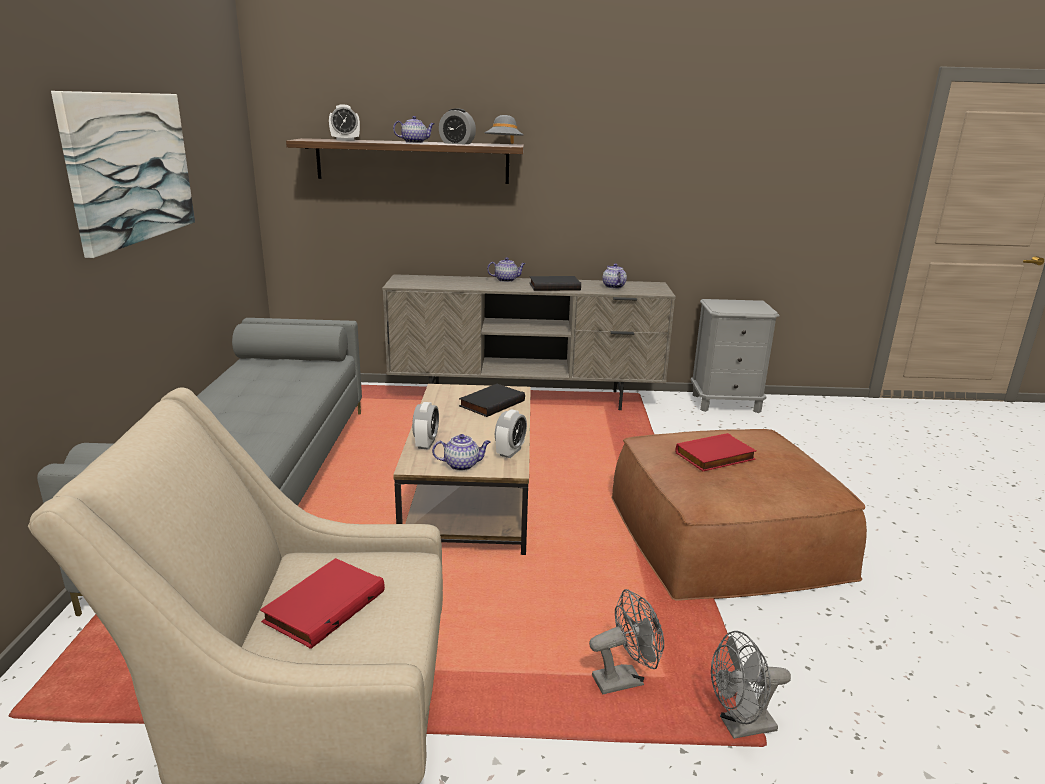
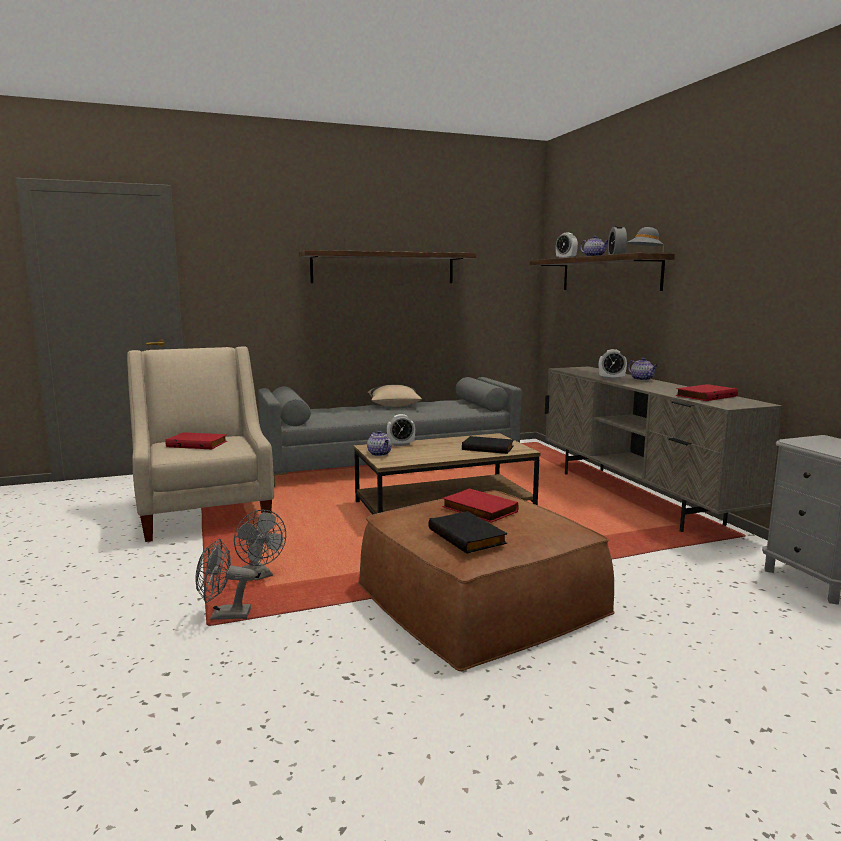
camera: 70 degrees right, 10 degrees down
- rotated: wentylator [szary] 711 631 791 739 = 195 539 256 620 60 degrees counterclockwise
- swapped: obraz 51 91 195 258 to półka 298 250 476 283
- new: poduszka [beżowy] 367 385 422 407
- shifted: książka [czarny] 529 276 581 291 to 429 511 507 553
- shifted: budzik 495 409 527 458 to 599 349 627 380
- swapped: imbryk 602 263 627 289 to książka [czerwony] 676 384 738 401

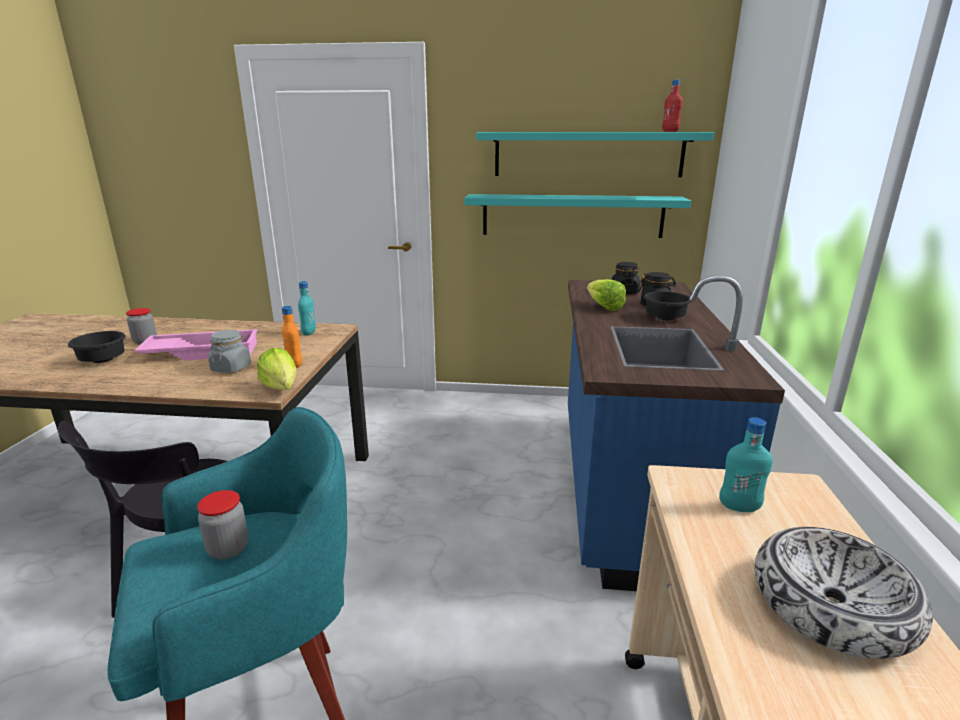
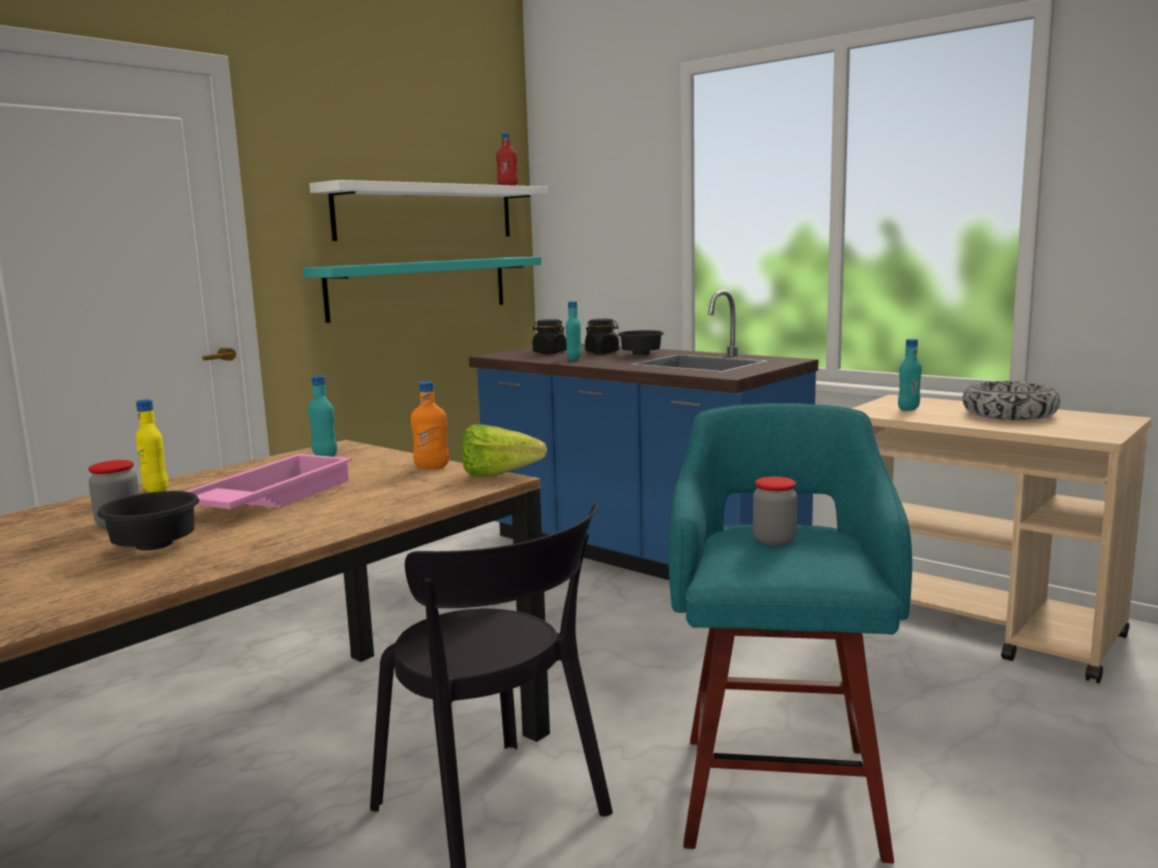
camera: 55 degrees left, 10 degrees down
- new: butelka [żółty] 136 399 168 493
- repainted: półka [turkusowy] 476 132 714 177 to półka [biały] 309 180 548 241
- swapped: sałata 587 279 626 311 to butelka [turkusowy] 566 301 582 361
- gone: słoik [szary] 208 330 251 373

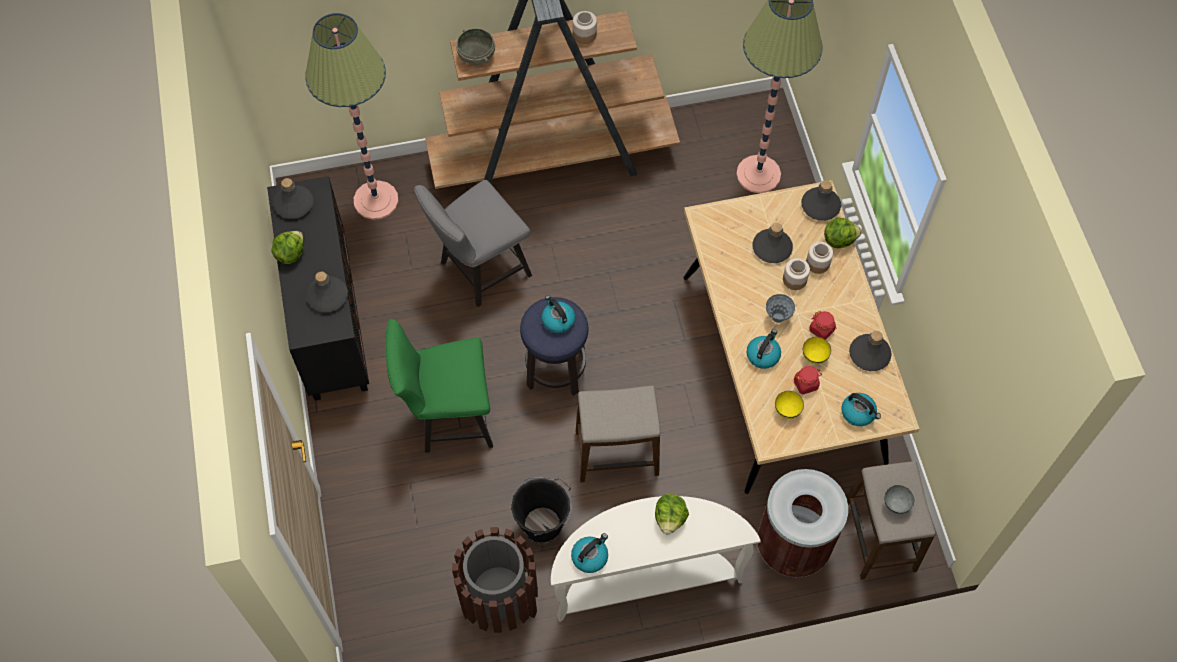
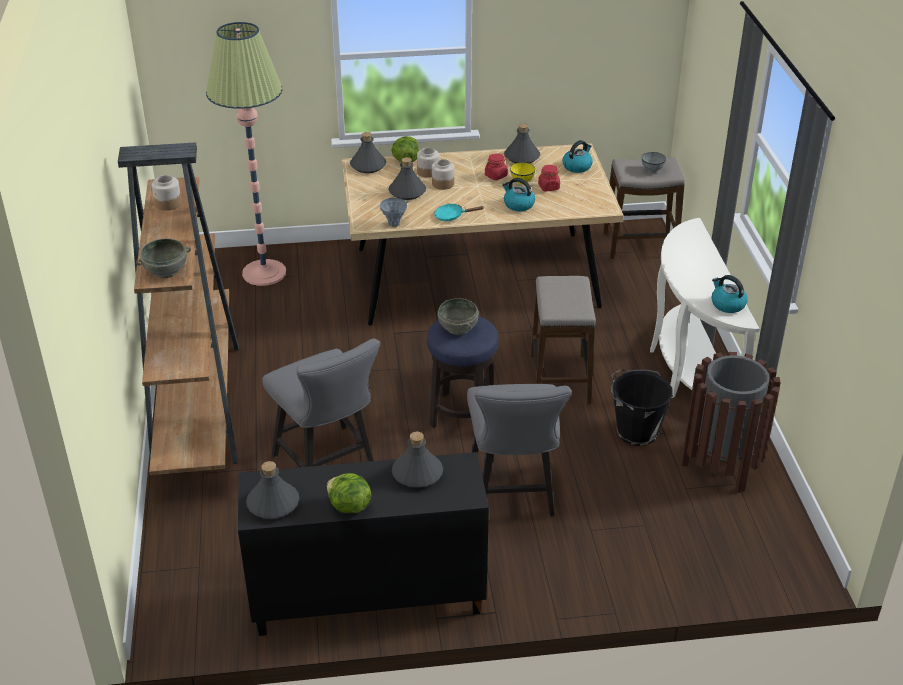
camera: 85 degrees left, 25 degrees down
- shifted: wazon [szary] 766 294 795 323 to 380 198 407 227
- new: patelnia [turkusowy] 434 204 484 221
- swapped: czajnik 542 295 575 333 to miska [szary] 438 298 479 335
- repainted: krzesło [zielony] 385 319 493 453 to krzesło [szary] 467 384 572 517
- gone: lampa stojąca 305 13 398 220
- gone: sałata 655 494 689 534
- gone: kosz na śmieci [brązowy] 757 469 848 578
- gone: miska [żółty] 775 391 804 419

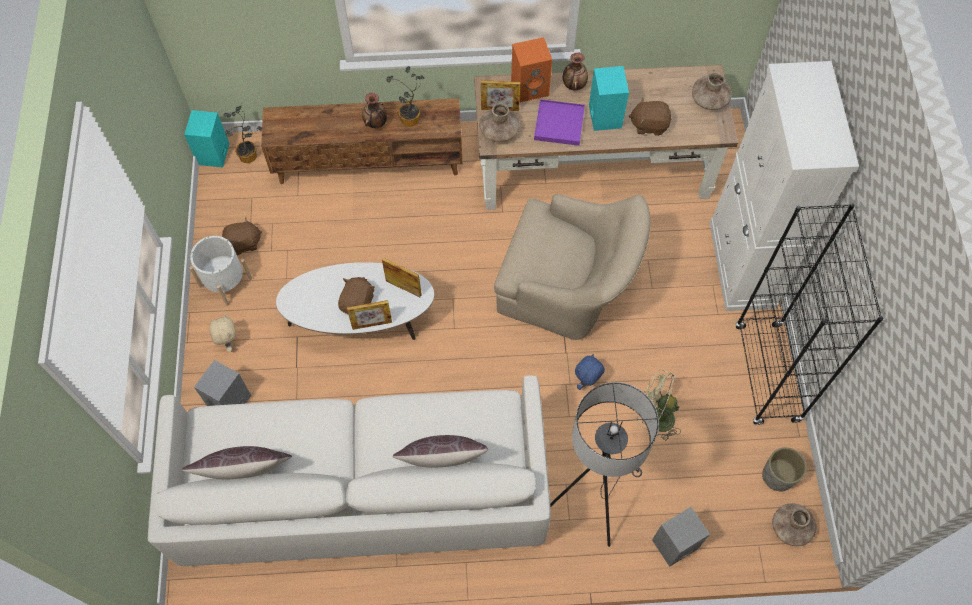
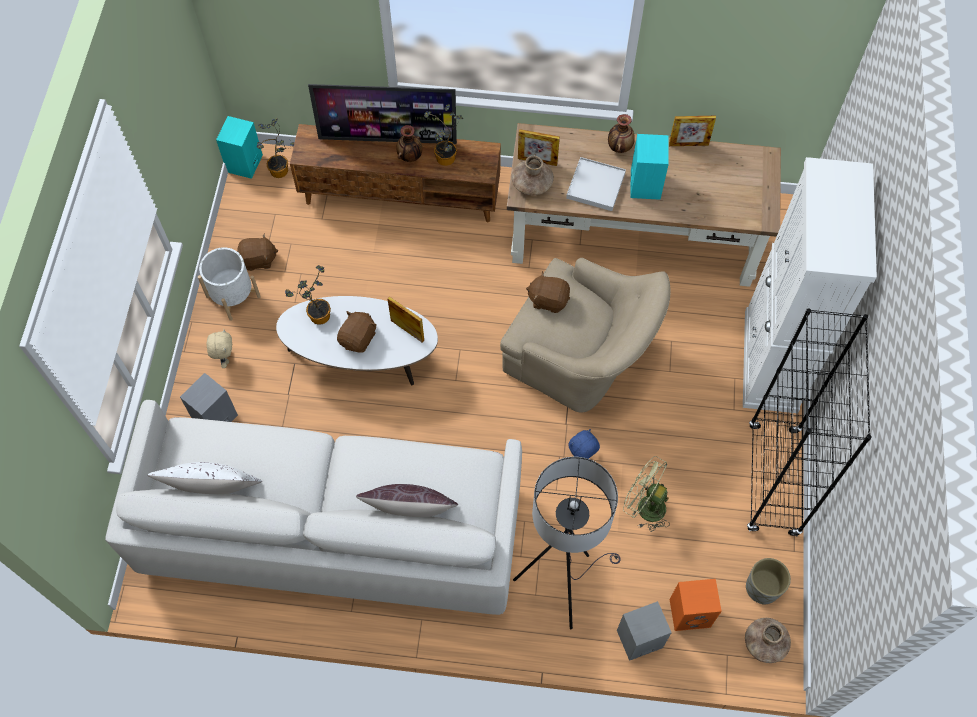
camera: 10 degrees right, 0 degrees up
- repainted: poduszka [brązowy] 182 446 292 480 to poduszka [biały] 148 462 262 494
- new: roślina doniczkowa 285 265 331 325
- new: telewizor 308 84 457 144
- shifted: pluszak [brązowy] 629 97 672 136 to 526 271 570 313
- repainted: taca [fioletowy] 534 99 585 146 to taca [biały] 566 157 626 211
- shifted: ramka na zdjęcie 347 300 392 330 to 669 116 716 146
- shifted: głośnik [pomarańczowy] 511 37 552 103 to 670 579 722 631
- gone: wazon [brązowy] 692 71 732 110

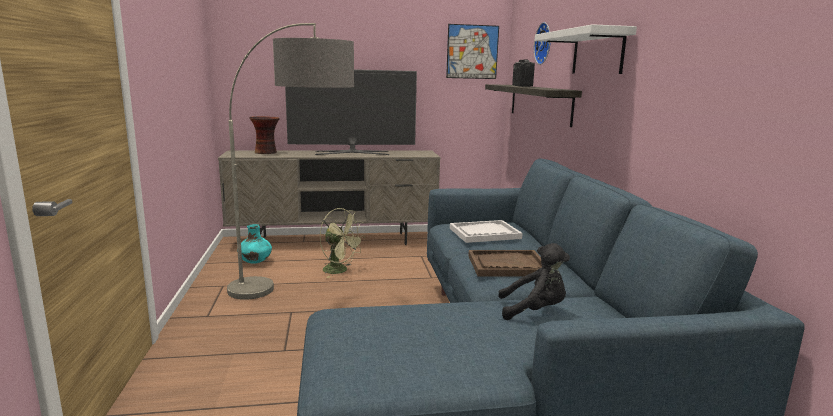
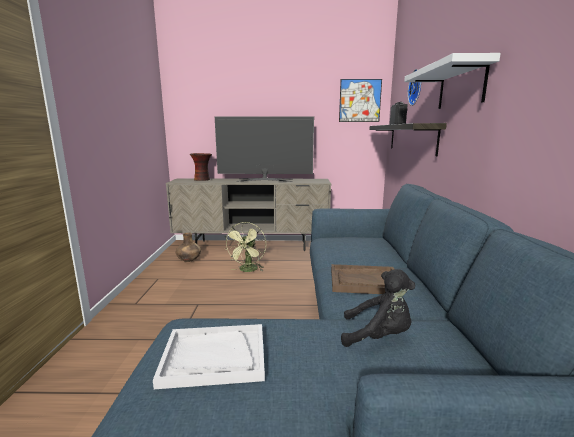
camera: 10 degrees right, 0 degrees up
- shifted: taca [biały] 450 220 523 243 to 153 324 265 389
- repainted: wazon [turkusowy] 237 224 272 264 to wazon [brązowy] 175 233 201 262
- rotated: wentylator [zielony] 320 208 365 278 = 225 222 266 272 60 degrees clockwise
- gone: lampa stojąca 227 23 354 300

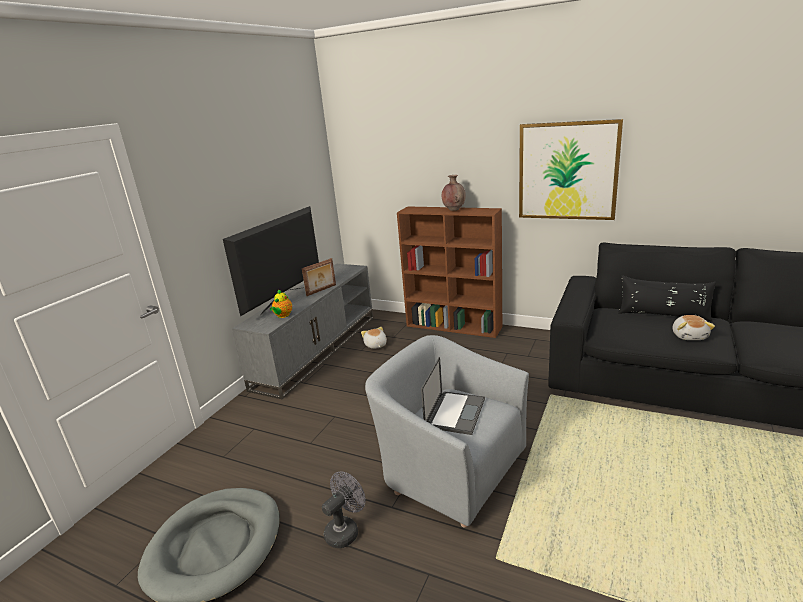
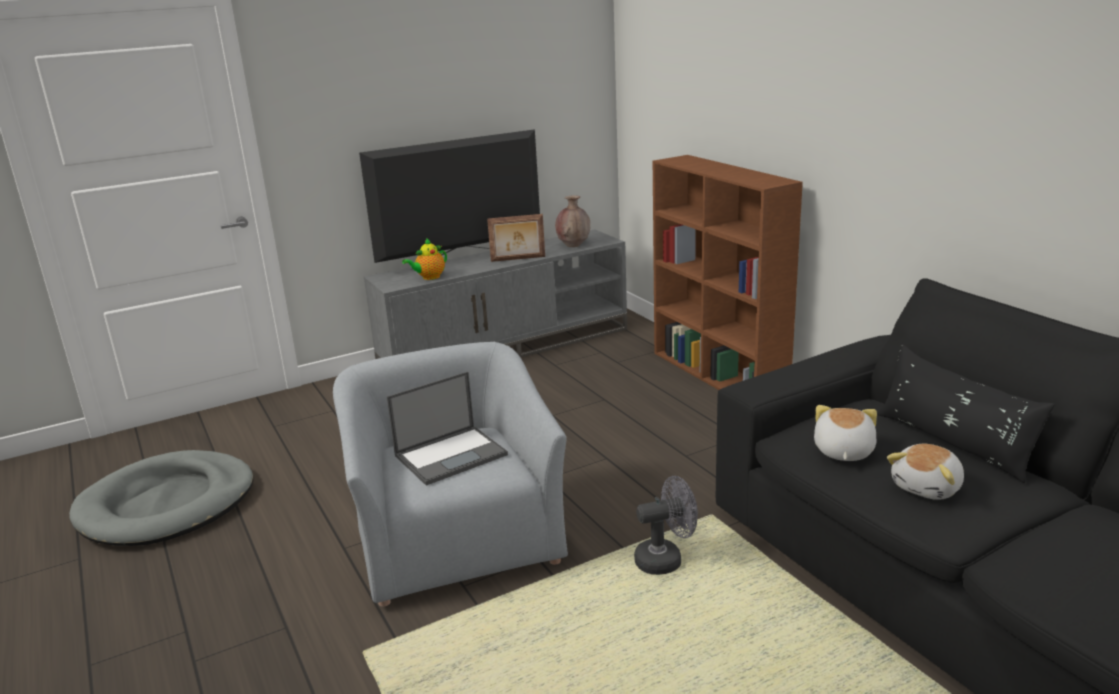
camera: 35 degrees right, 0 degrees up
- shifted: wazon [brązowy] 442 175 466 211 to 555 195 591 247
- shifted: wentylator [szary] 322 472 366 548 to 634 476 698 575
- shifted: pluszak 361 327 387 349 to 814 405 877 461
- gone: obraz 519 119 623 220

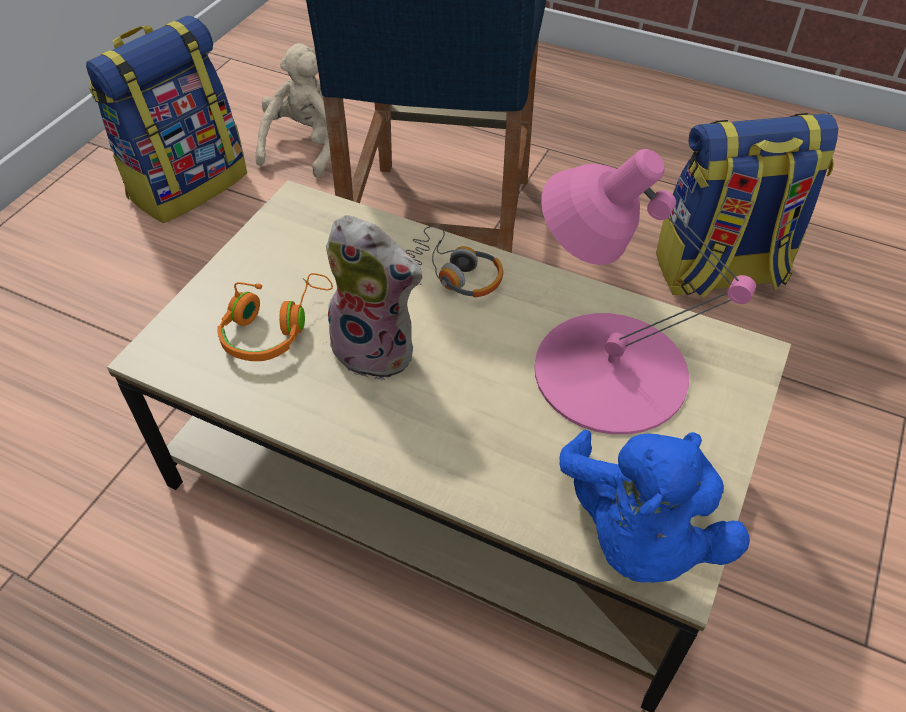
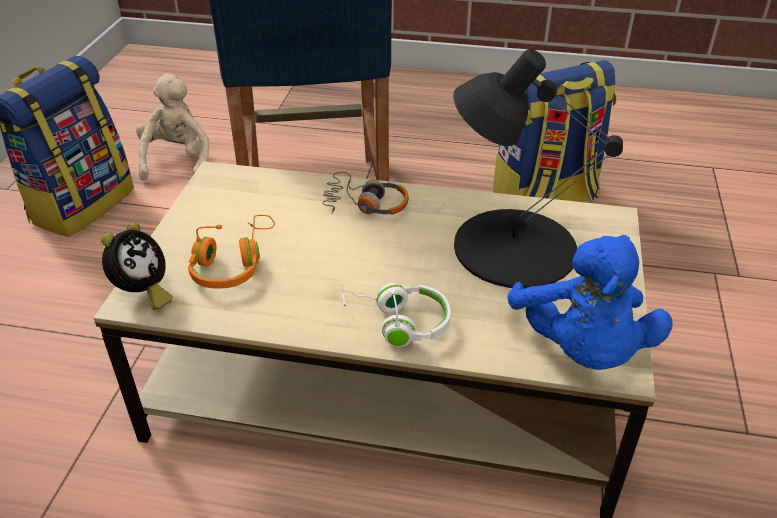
camera: 15 degrees left, 10 degrees down
- new: budzik 101 222 173 310
- new: słuchawki [biały] 342 281 451 347
- repainted: lampa stołowa [różowy] 534 149 756 435 to lampa stołowa [czarny] 453 49 623 289
- gone: pluszak 320 215 422 380

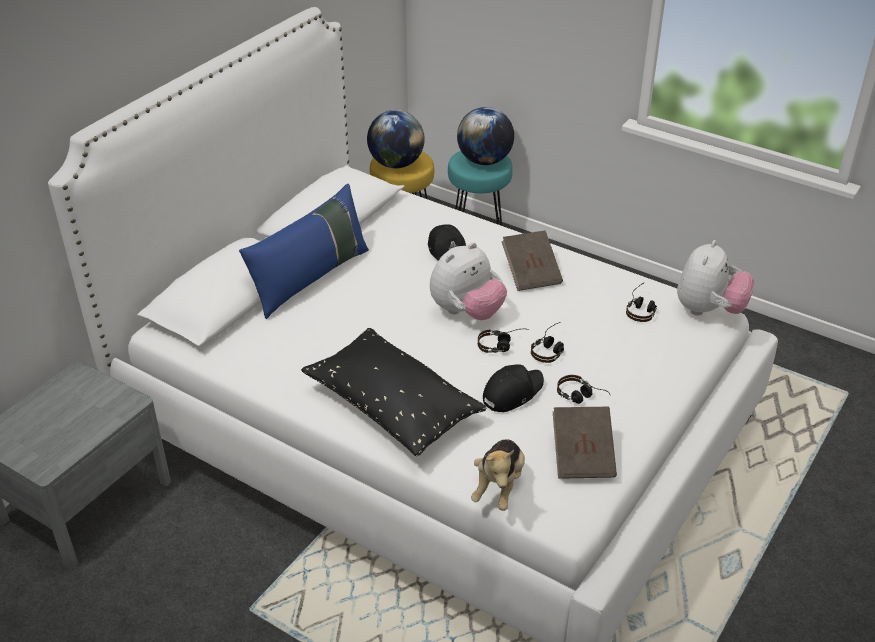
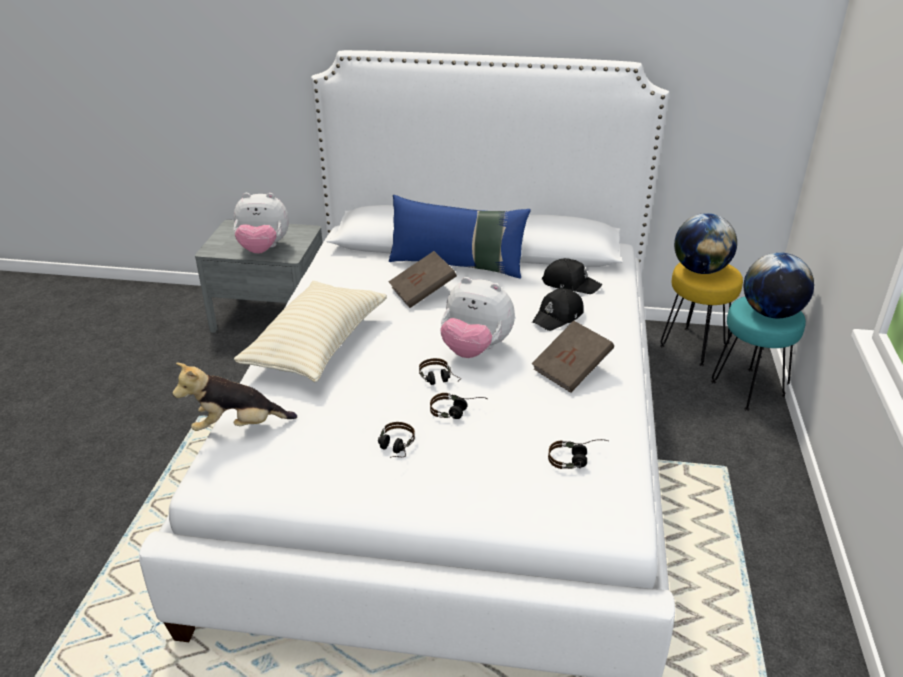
camera: 65 degrees right, 5 degrees down
- shifted: pluszak 677 240 754 316 to 233 193 289 254
- repainted: poduszka [czarny] 301 328 487 456 to poduszka [beżowy] 234 281 387 382
- shifted: książka [brązowy] 553 407 617 479 to 388 251 457 308
- shifted: czapka z daszkiem [czarny] 483 364 544 412 to 542 258 602 294

